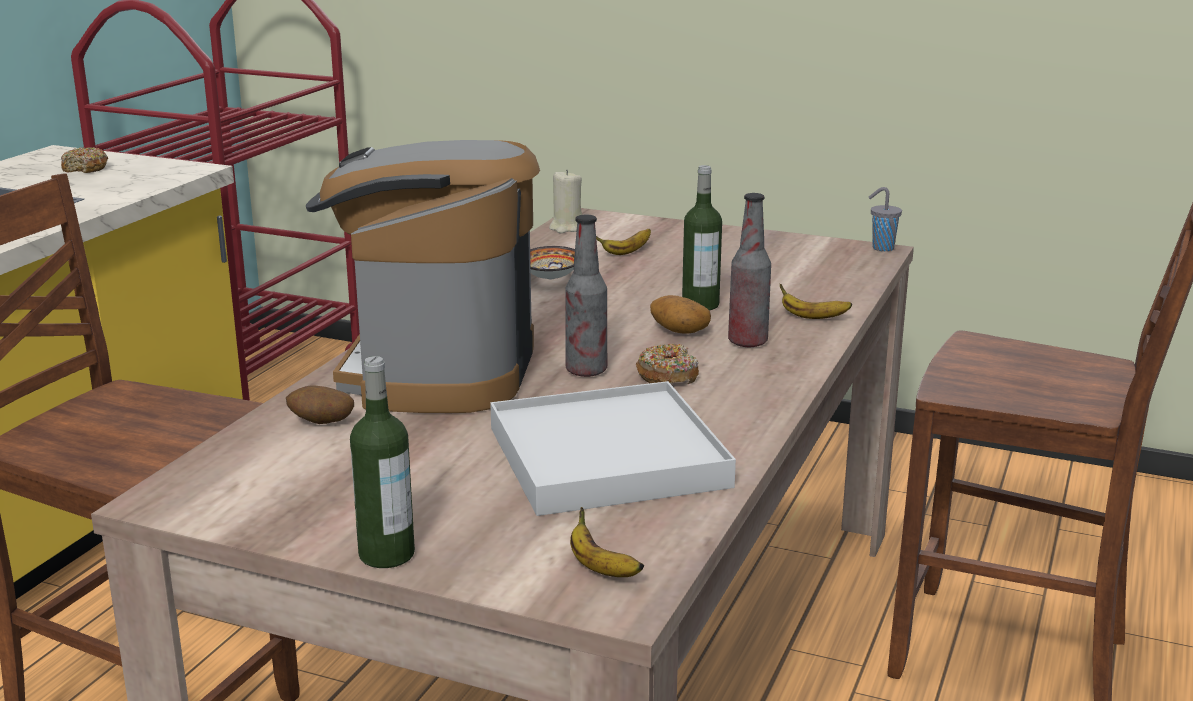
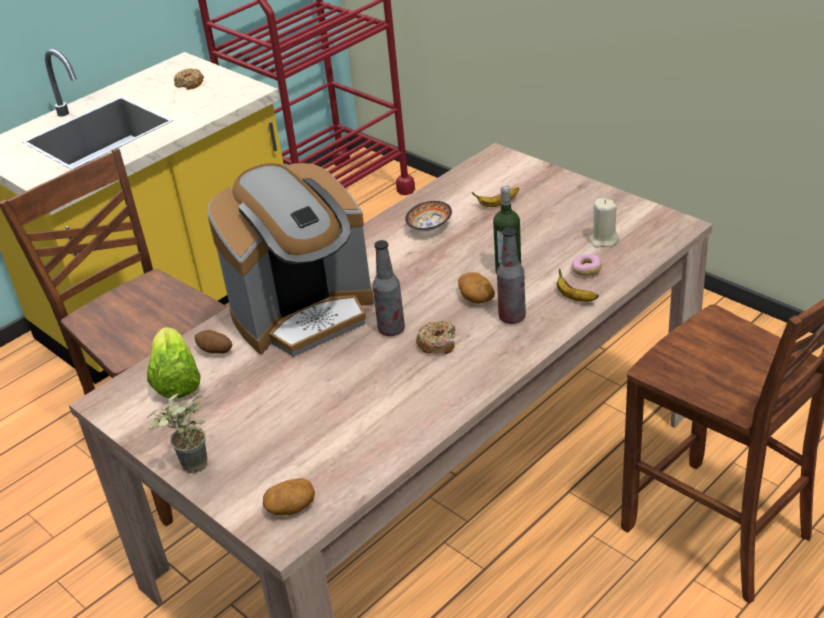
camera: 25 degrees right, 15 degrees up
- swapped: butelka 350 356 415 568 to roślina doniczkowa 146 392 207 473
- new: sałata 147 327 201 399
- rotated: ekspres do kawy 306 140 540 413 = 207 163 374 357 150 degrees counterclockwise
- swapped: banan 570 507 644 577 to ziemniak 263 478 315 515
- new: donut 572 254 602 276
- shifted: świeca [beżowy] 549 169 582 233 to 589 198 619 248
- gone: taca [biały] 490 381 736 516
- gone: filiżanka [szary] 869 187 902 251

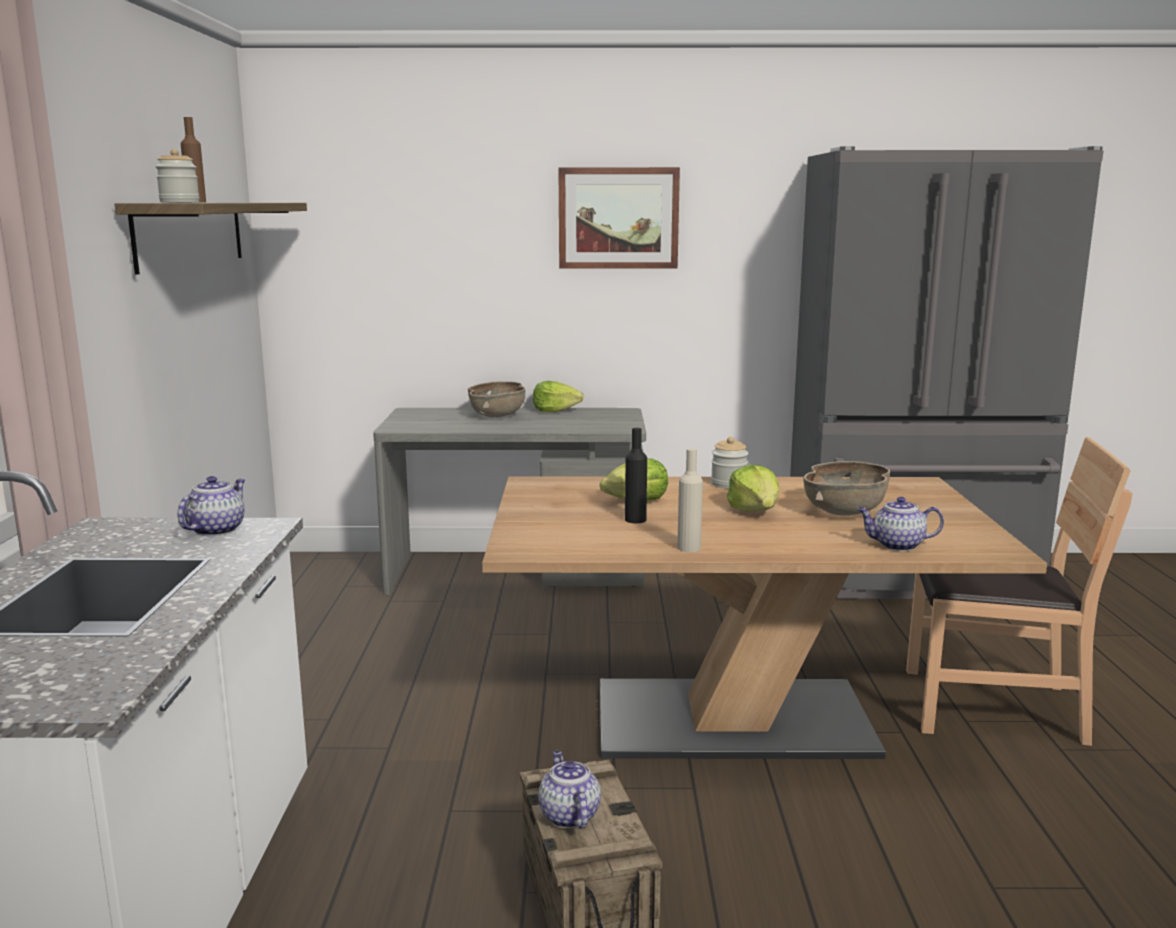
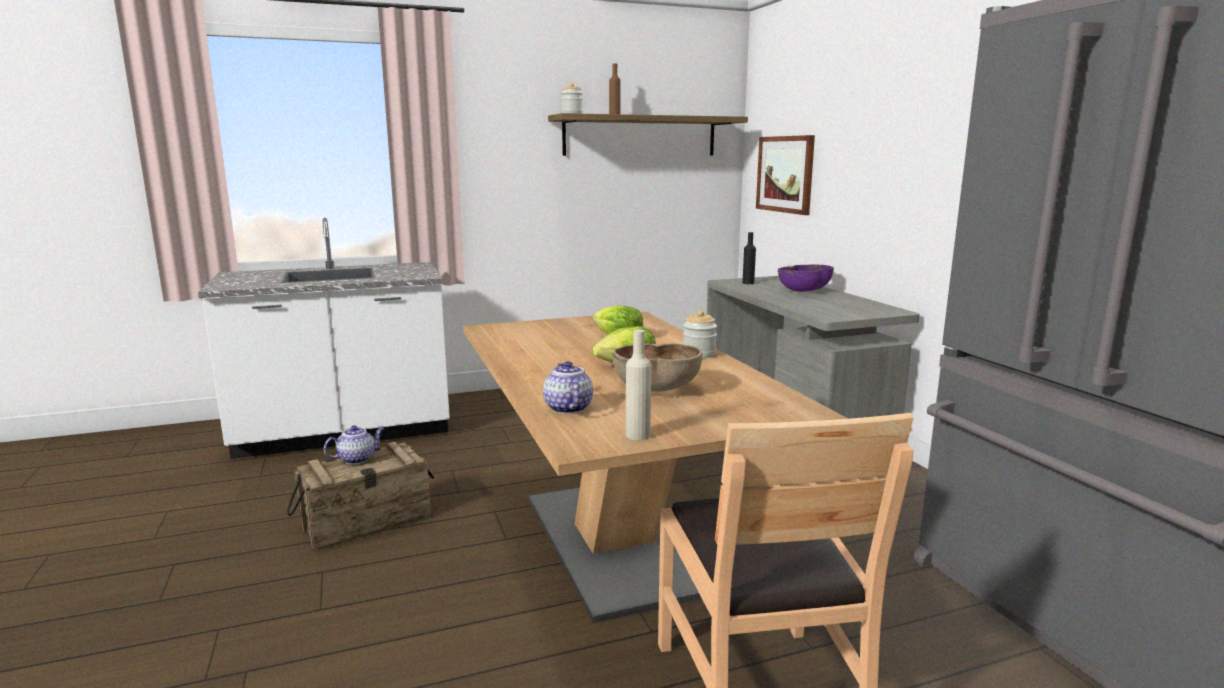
camera: 70 degrees right, 0 degrees up
- shifted: butelka [beżowy] 677 448 703 552 to 626 330 651 440
- shifted: butelka [czarny] 625 428 647 524 to 742 232 756 284
- shifted: obraz 558 167 680 269 to 756 135 815 215
- repainted: miska [brązowy] 468 381 525 418 to miska [fioletowy] 778 264 834 292
- gone: imbryk 178 476 245 536
- gone: sałata 533 381 583 412

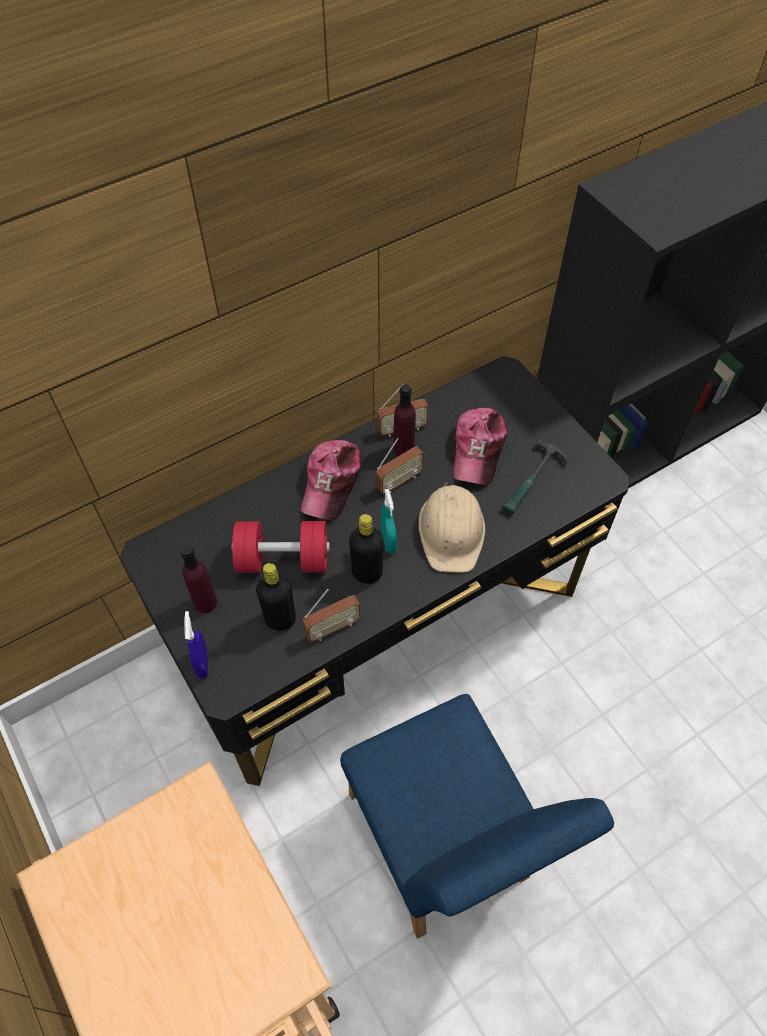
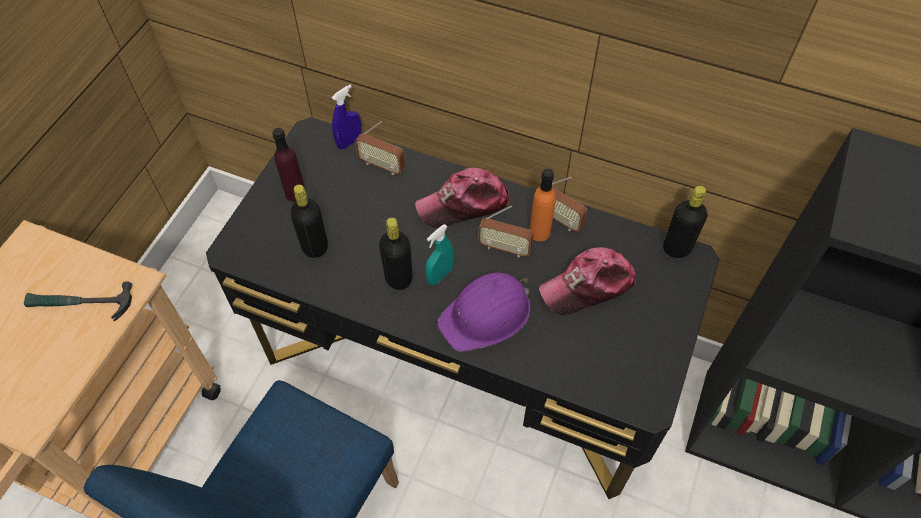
camera: 55 degrees right, 0 degrees up
- shifted: młotek 502 439 567 514 to 24 281 132 321
- shifted: spryskiwacz [niebieski] 184 611 208 678 to 331 85 362 149
- shifted: radio 302 589 361 642 to 355 121 405 175
- repainted: kask [beżowy] 418 482 485 573 to kask [fioletowy] 437 272 530 352
- repainted: butelka [fioletowy] 393 384 416 456 to butelka [pomarańczowy] 529 169 556 241
- new: butelka [czarny] 663 186 707 258
- gone: hantel [czerwony] 232 521 330 573

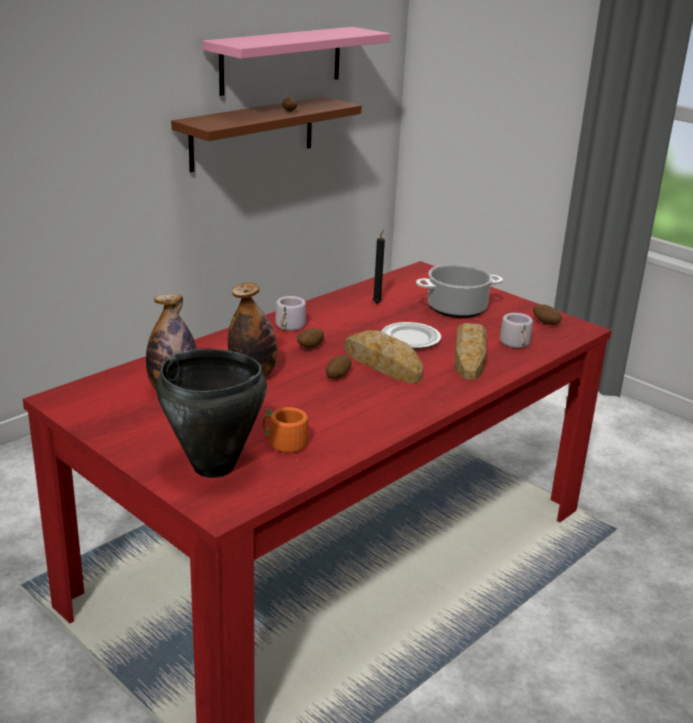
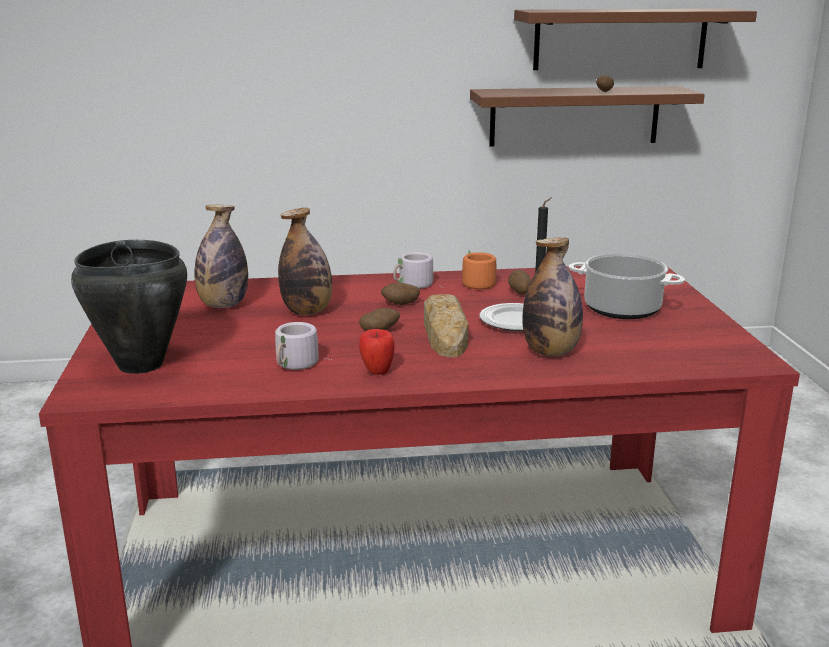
camera: 40 degrees right, 5 degrees down
- shifted: kubek [szary] 500 313 533 348 to 275 322 332 370
- new: jabłko 359 329 395 375
- shifted: kubek [pomarańczowy] 262 407 308 462 to 462 250 496 294
- shifted: ziemniak 533 304 562 325 to 508 270 531 294
- repainted: półka [różowy] 202 27 391 96 to półka [brązowy] 514 9 757 70
- swapped: chleb 454 323 487 380 to butelka 523 238 583 356

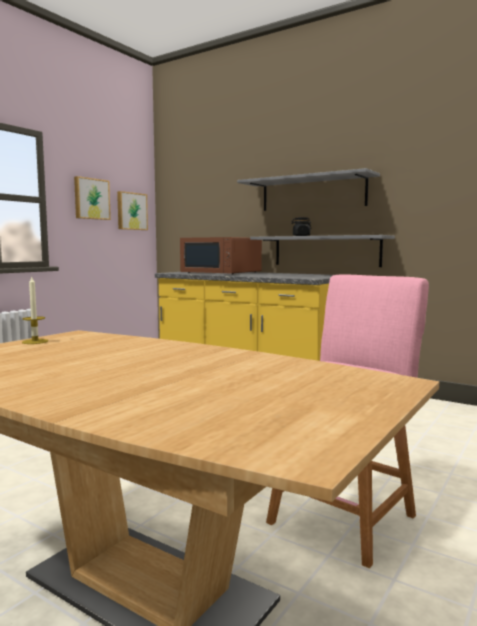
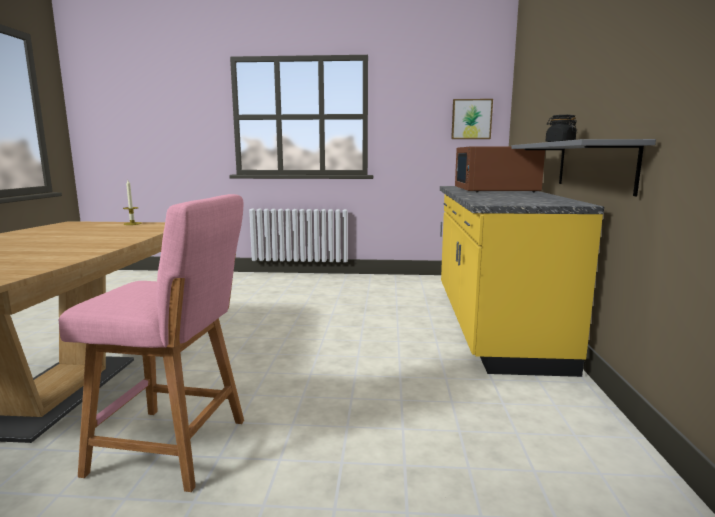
camera: 60 degrees right, 5 degrees up
- gone: obraz 74 176 111 220
- gone: półka [szary] 237 168 380 211

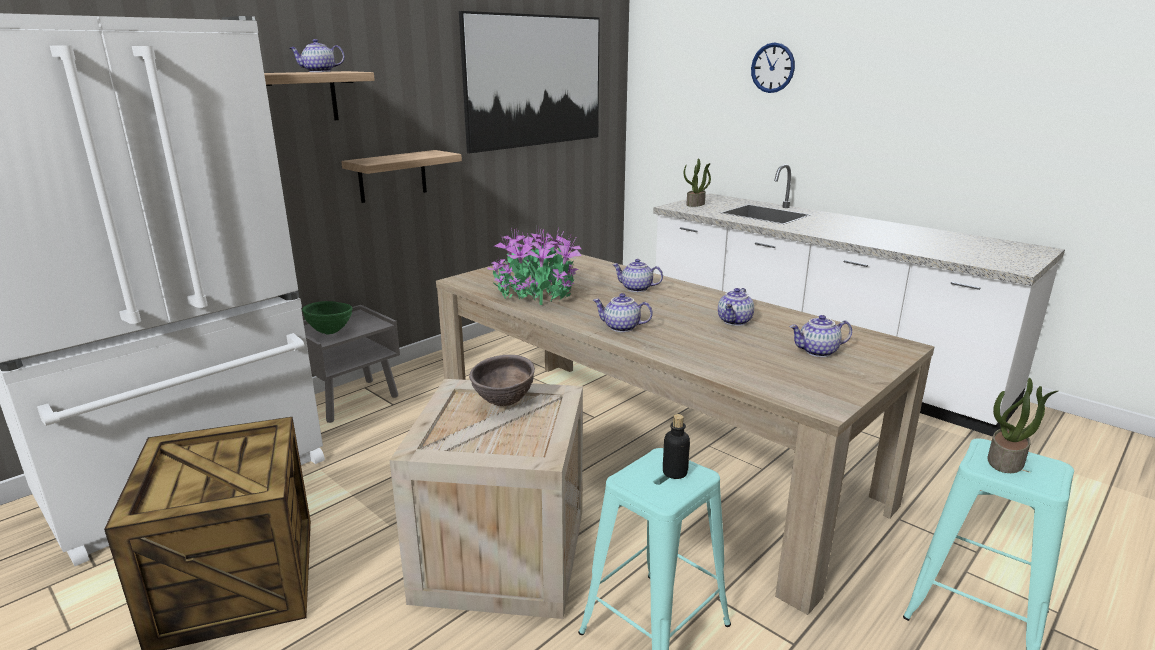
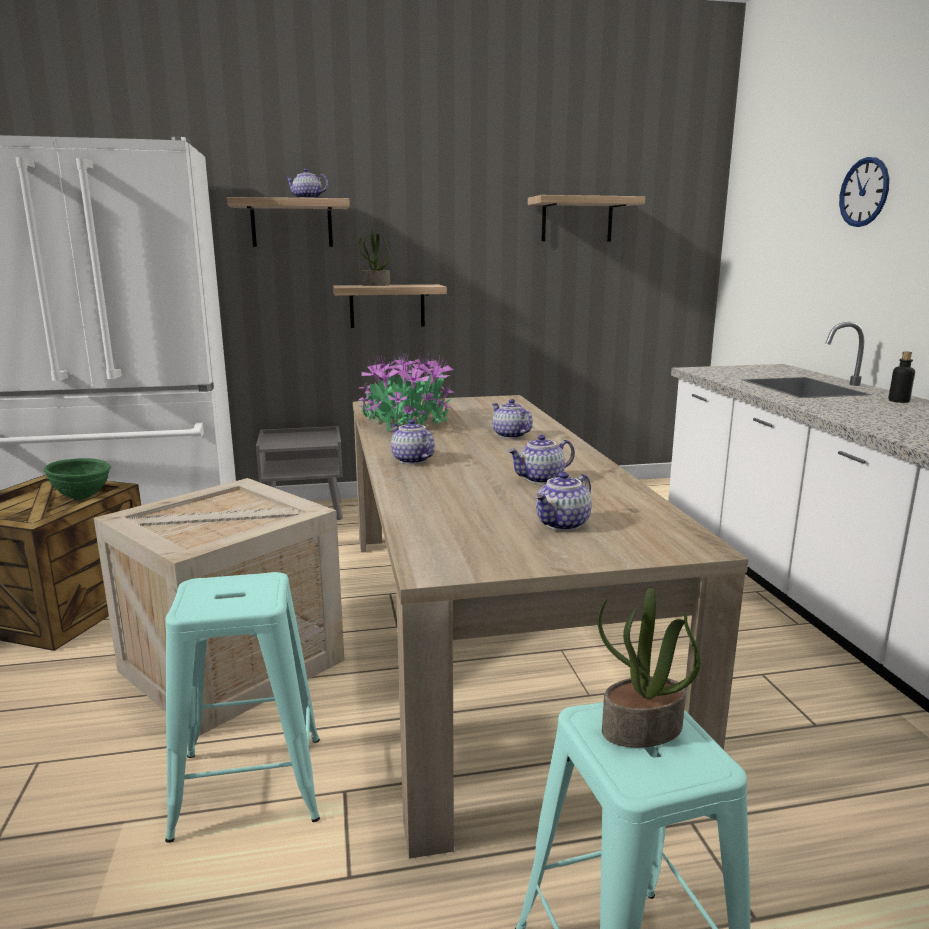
camera: 35 degrees right, 5 degrees down
- shifted: miska [zielony] 302 301 352 335 to 44 458 111 500
- shifted: roślina doniczkowa 684 158 711 207 to 359 229 390 286
- swapped: obraz 459 11 600 153 to półka 528 195 645 241
- rotated: imbryk 790 315 852 357 = 535 472 592 531 75 degrees counterclockwise
- shifted: butelka 663 414 690 479 to 888 351 915 403
- gone: miska [brązowy] 469 355 535 406

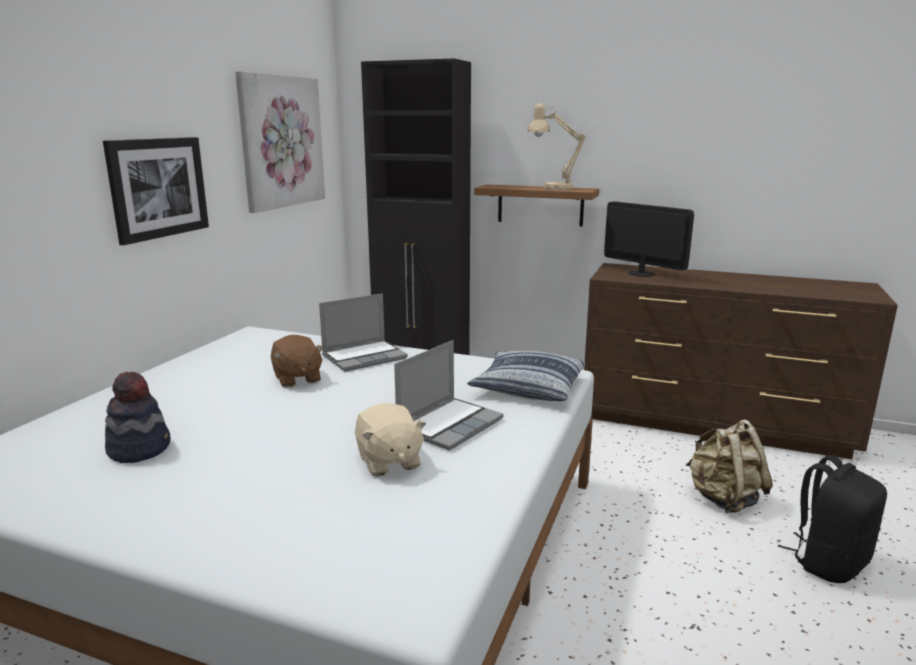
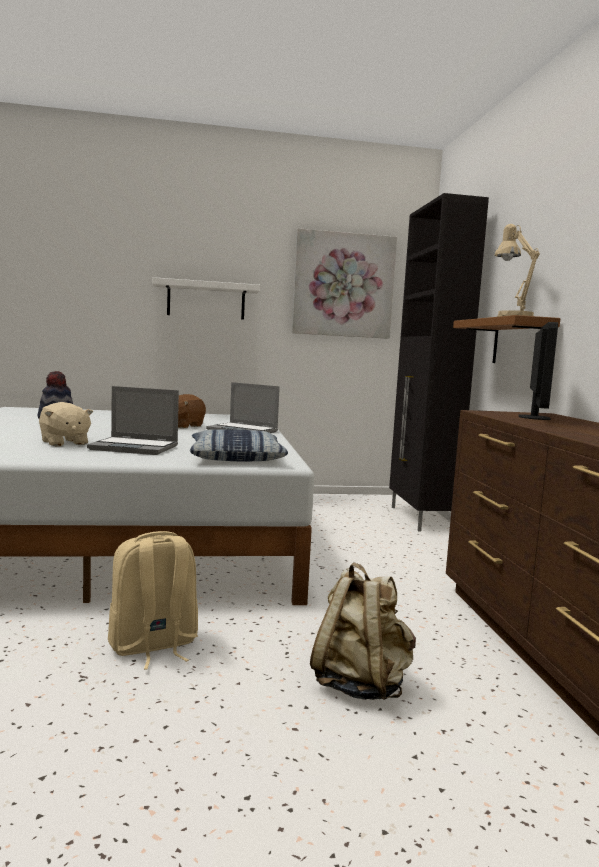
camera: 60 degrees right, 10 degrees down
- rotated: pluszak [beżowy] 355 403 427 476 = 39 402 93 446 75 degrees counterclockwise
- new: plecak [beżowy] 108 531 198 670
- swapped: obraz 103 137 209 245 to półka [biały] 152 277 260 320
- gone: plecak [czarny] 778 455 887 583

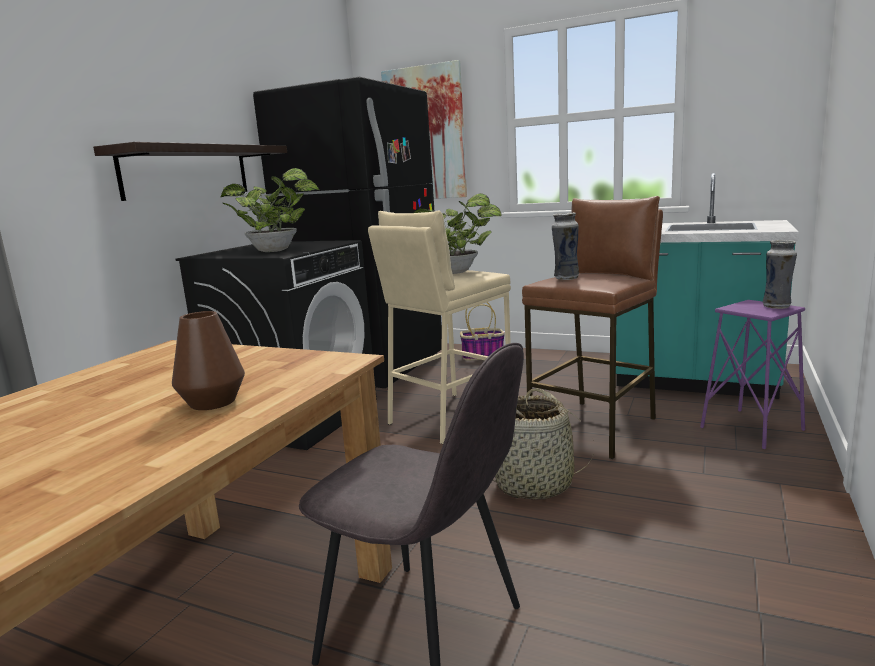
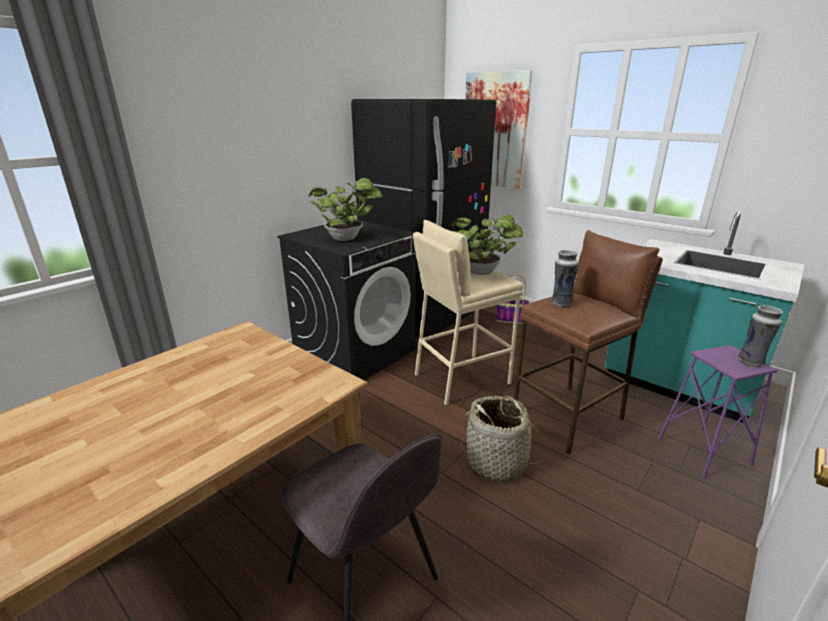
camera: 15 degrees right, 10 degrees up
- gone: półka 93 142 287 201
- gone: wazon [brązowy] 172 311 245 410

